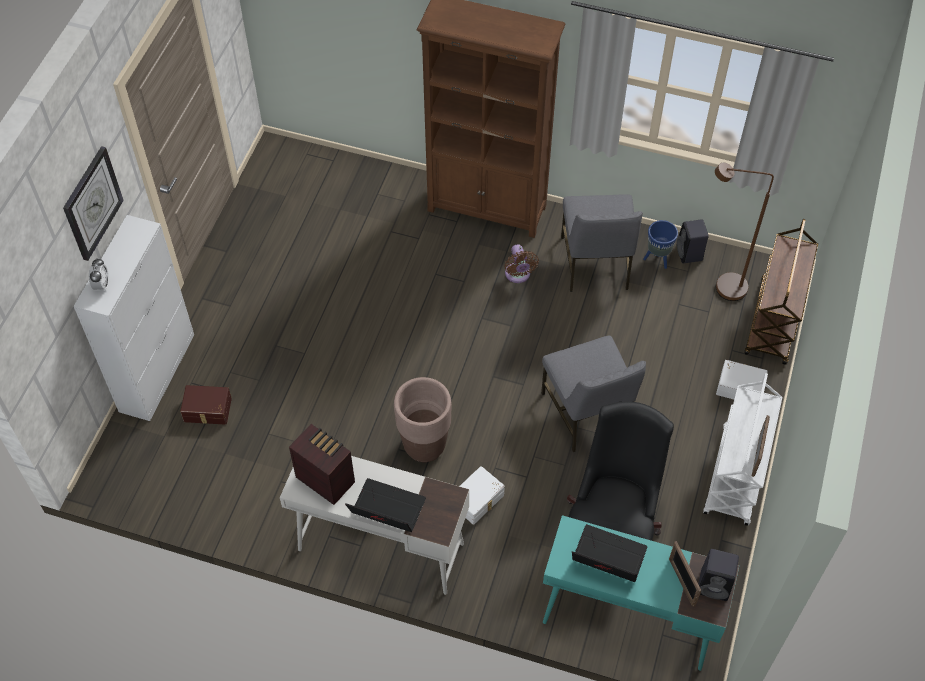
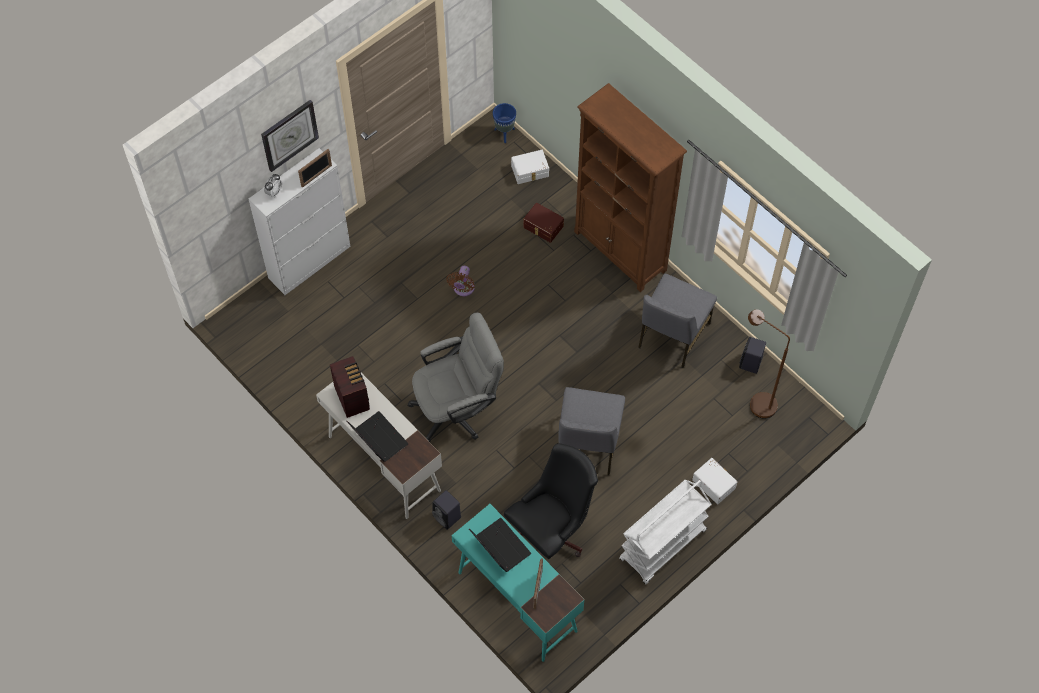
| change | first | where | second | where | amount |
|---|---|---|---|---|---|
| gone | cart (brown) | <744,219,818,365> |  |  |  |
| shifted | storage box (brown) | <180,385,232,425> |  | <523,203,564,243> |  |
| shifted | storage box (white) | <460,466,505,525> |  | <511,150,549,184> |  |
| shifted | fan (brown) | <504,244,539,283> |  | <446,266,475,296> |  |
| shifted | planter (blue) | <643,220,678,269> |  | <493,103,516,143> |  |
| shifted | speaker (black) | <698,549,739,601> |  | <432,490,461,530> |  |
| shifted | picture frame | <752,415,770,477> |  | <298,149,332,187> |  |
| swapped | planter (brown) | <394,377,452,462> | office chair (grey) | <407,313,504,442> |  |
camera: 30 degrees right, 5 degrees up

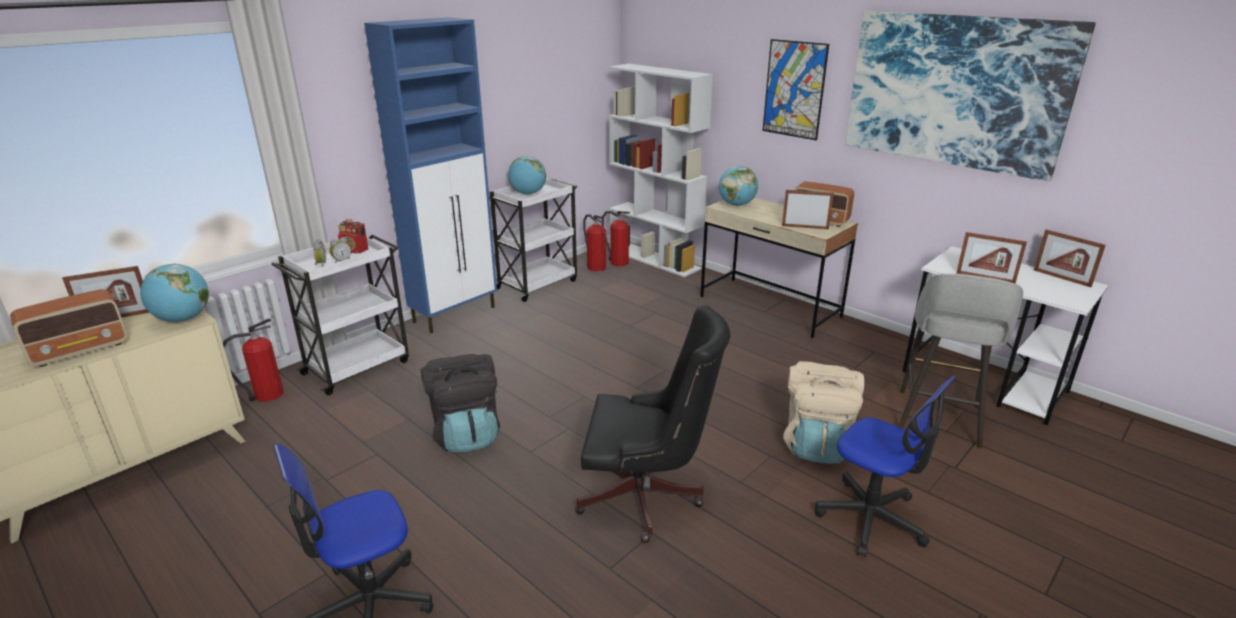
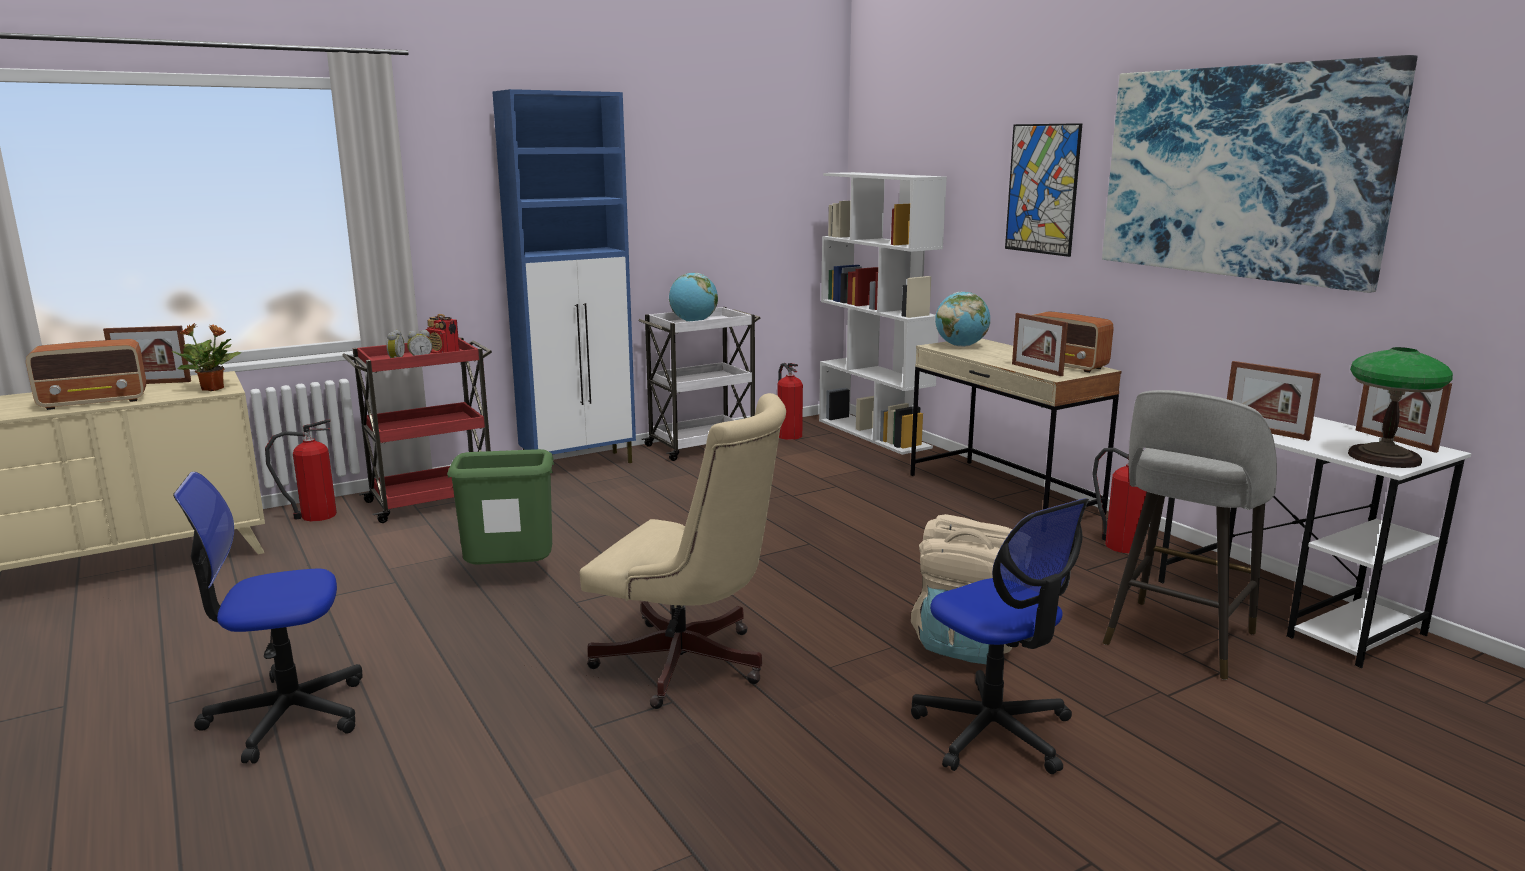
| change | first | where | second | where | amount |
|---|---|---|---|---|---|
| new |  |  | table lamp | <1348,347,1453,468> |  |
| shifted | fire extinguisher | <601,211,630,266> |  | <1092,448,1147,553> |  |
| swapped | globe | <140,264,209,322> | potted plant | <171,323,241,391> |  |
| swapped | backpack (black) | <421,354,500,453> | trash can (green) | <447,449,554,564> |  |
| repainted | cart (white) | <271,235,409,395> | cart (red) | <342,337,492,523> |  |
| repainted | office chair (black) | <575,305,730,543> | office chair (beige) | <580,393,786,709> |  |
| rotated | picture frame | <782,190,834,229> |  | <1012,313,1068,376> | 150 degrees counterclockwise |
camera: 15 degrees right, 10 degrees down

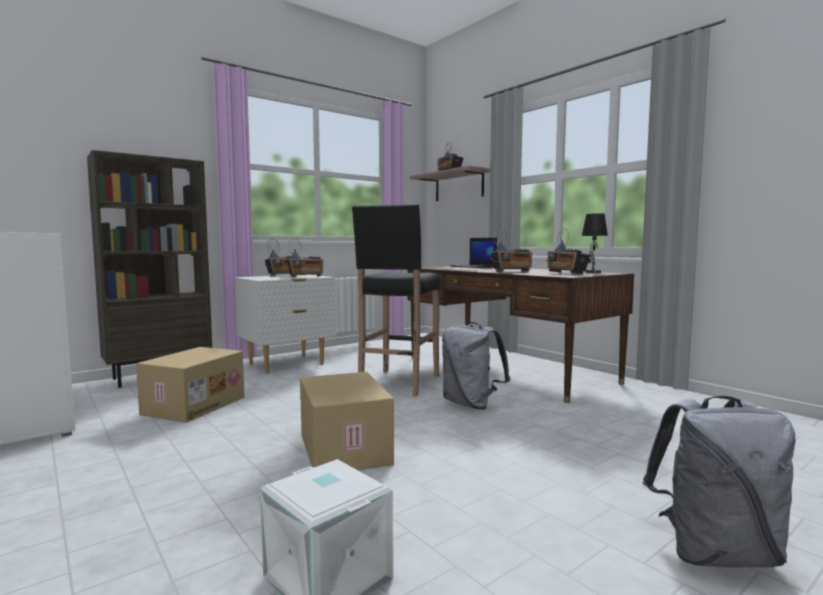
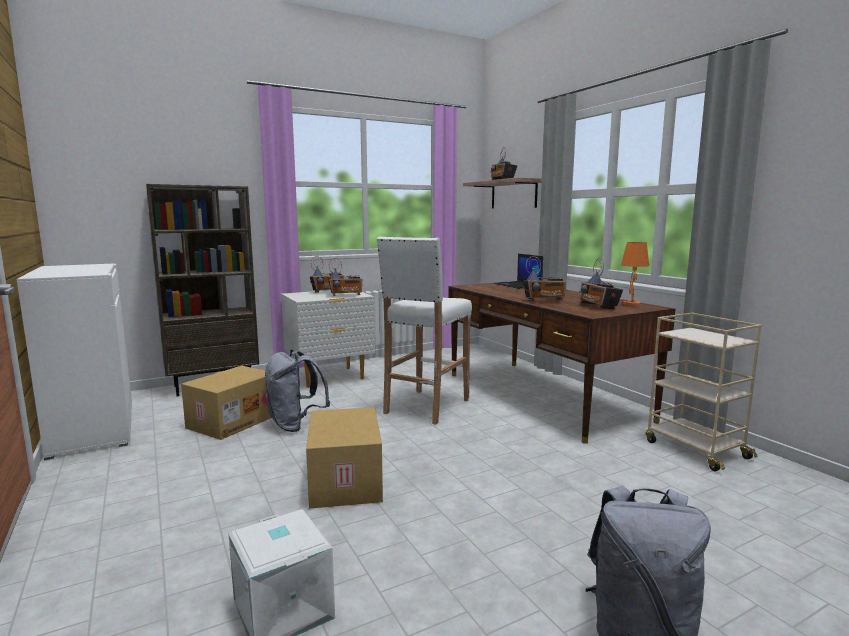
| change | first | where | second | where | amount |
|---|---|---|---|---|---|
| new |  |  | cart (beige) | <645,313,762,471> |  |
| shifted | backpack (grey) | <442,322,510,410> |  | <265,350,330,432> |  |
| repainted | stool (black) | <352,204,441,396> | stool (white) | <376,237,472,425> |  |
| repainted | table lamp (black) | <582,213,608,273> | table lamp (orange) | <621,242,649,306> |  |
camera: 10 degrees right, 5 degrees up

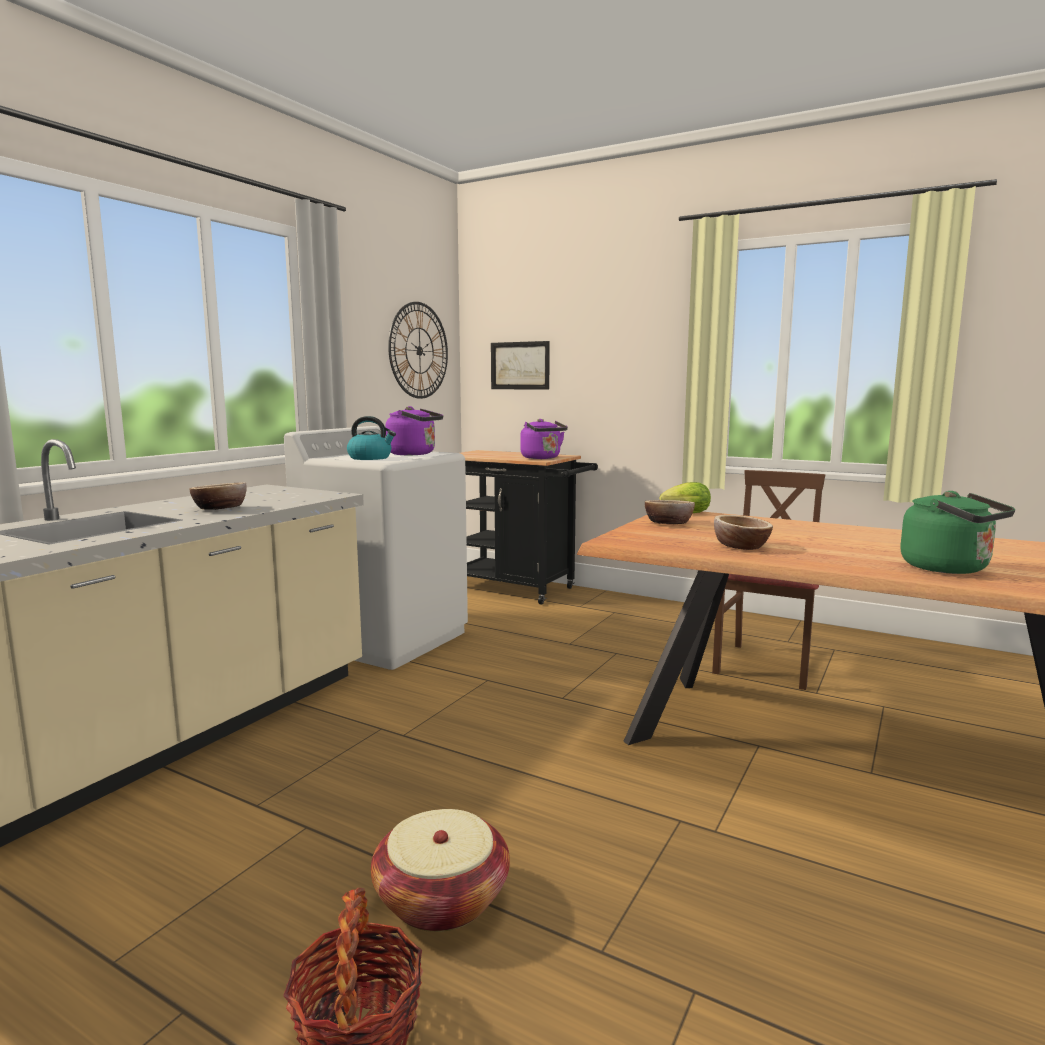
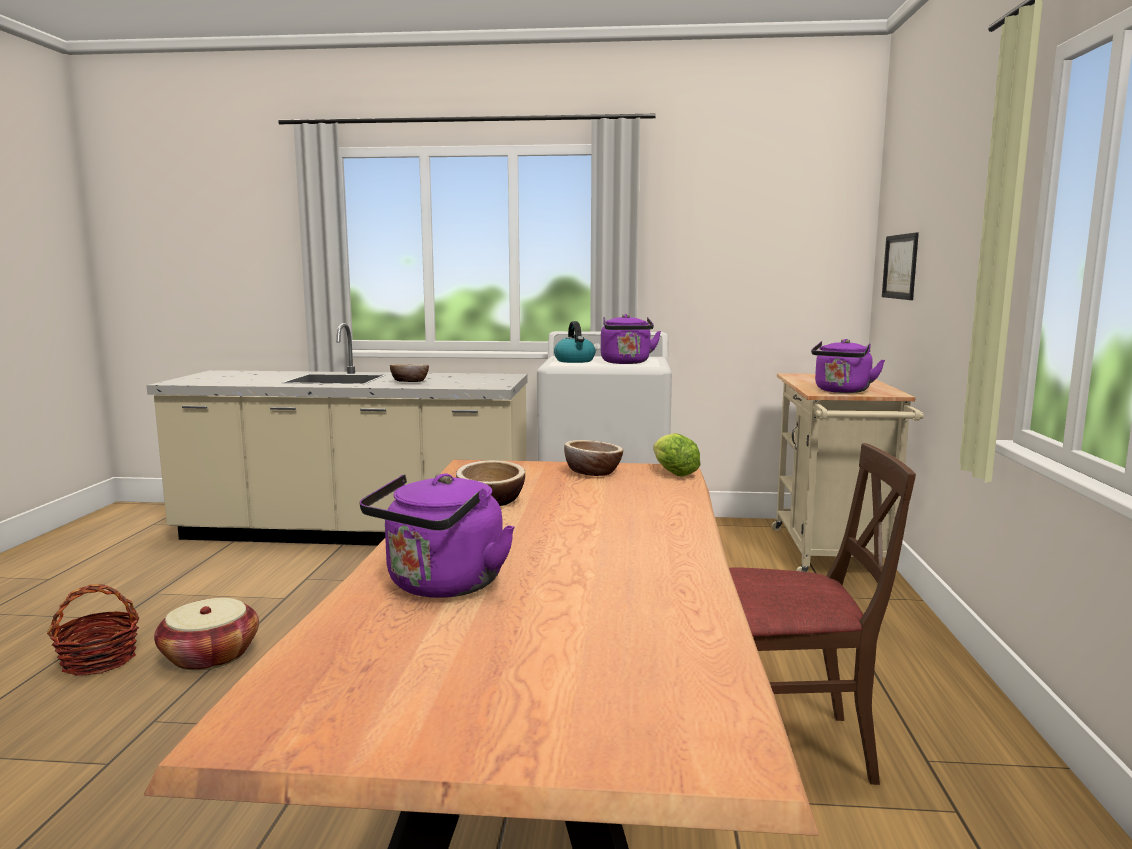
| change | first | where | second | where | amount |
|---|---|---|---|---|---|
| gone | wall clock | <388,302,448,399> |  |  |  |
| repainted | cart (black) | <460,450,598,605> | cart (beige) | <772,373,924,572> |  |
| repainted | kettle (green) | <900,491,1015,574> | kettle (purple) | <360,473,515,598> |  |
camera: 65 degrees right, 0 degrees up

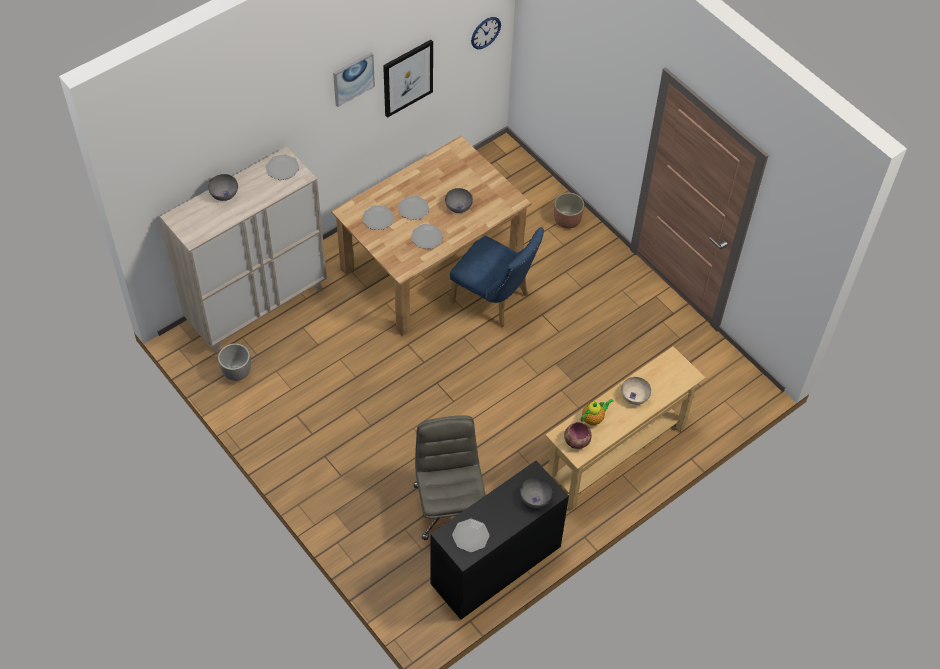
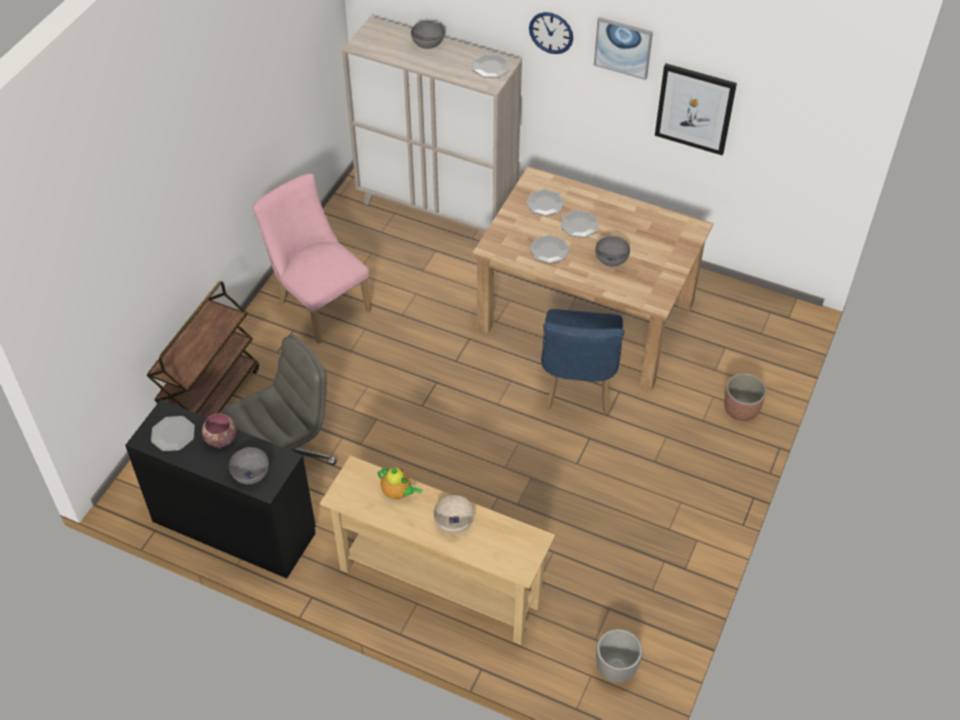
| change | first | where | second | where | amount |
|---|---|---|---|---|---|
| new |  |  | cart (brown) | <146,281,259,418> |  |
| new |  |  | chair (pink) | <253,174,371,344> |  |
| shifted | planter | <218,343,251,381> |  | <596,629,642,683> |  |
| shifted | wall clock | <471,17,501,49> |  | <529,12,573,54> |  |
| shifted | bowl | <564,422,592,449> |  | <202,413,237,449> |  |
camera: 65 degrees right, 5 degrees down

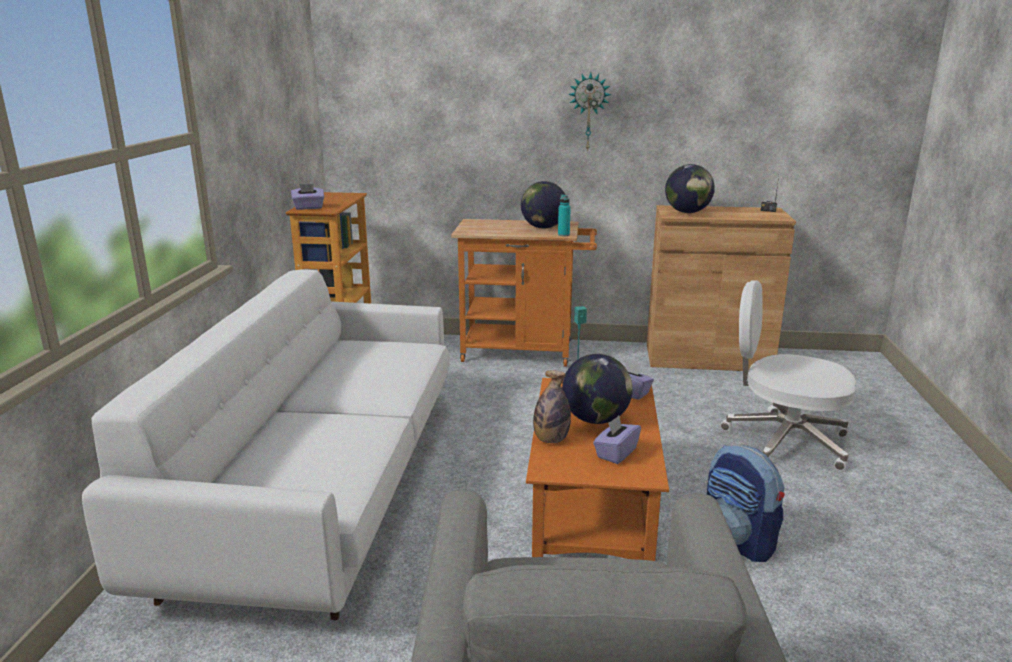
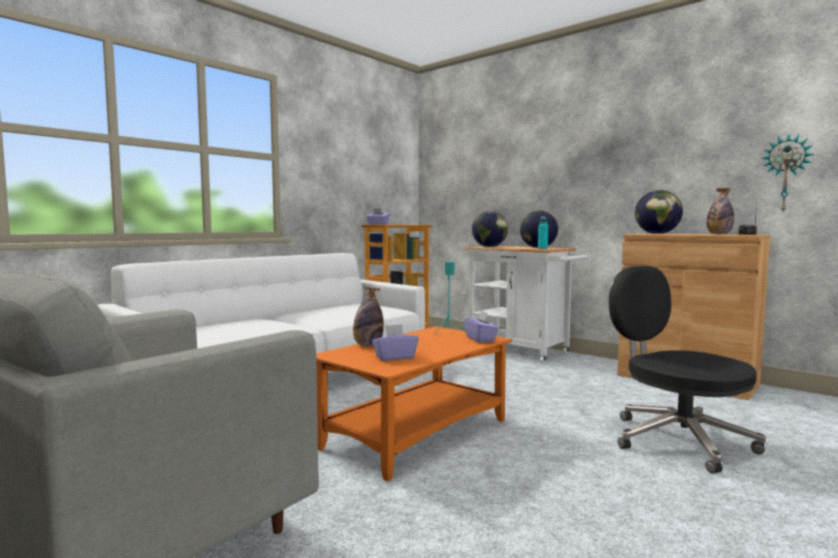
| change | first | where | second | where | amount |
|---|---|---|---|---|---|
| gone | backpack | <707,445,785,562> |  |  |  |
| new |  |  | bottle | <707,188,734,234> |  |
| shifted | globe | <562,354,633,424> |  | <472,211,508,247> |  |
| shifted | wall clock | <568,72,611,152> |  | <763,134,814,212> |  |
| repainted | cart (orange) | <451,219,597,367> | cart (white) | <464,246,590,363> |  |
| repainted | office chair (white) | <720,280,856,470> | office chair (black) | <609,266,766,474> |  |
camera: 35 degrees right, 15 degrees down

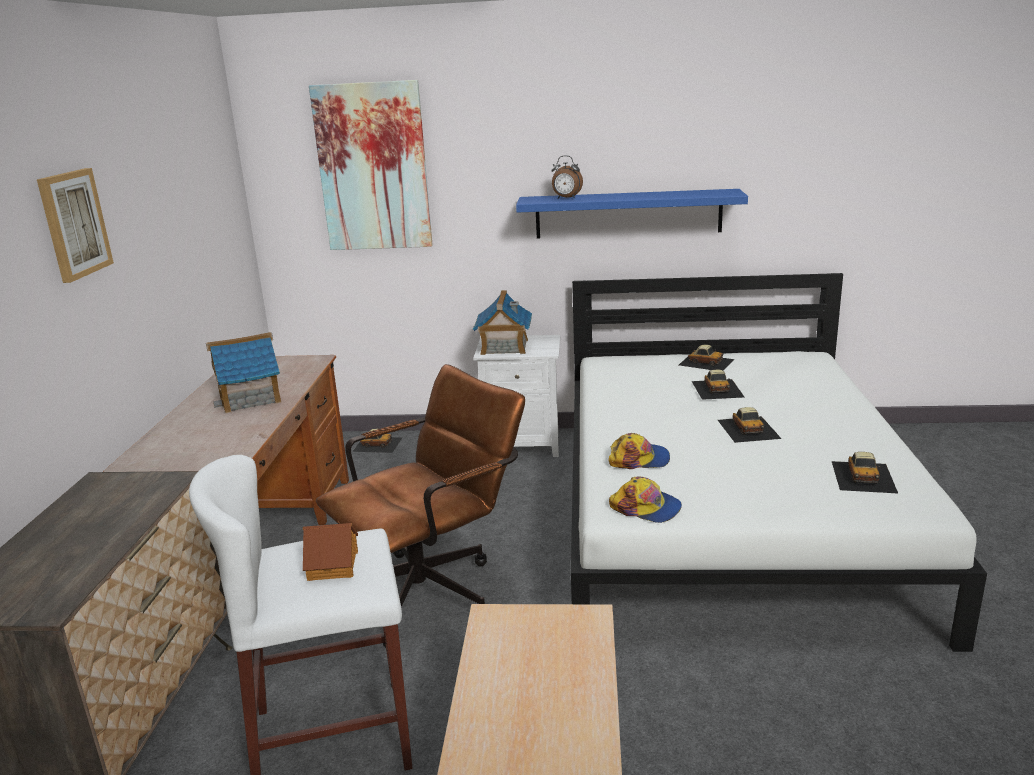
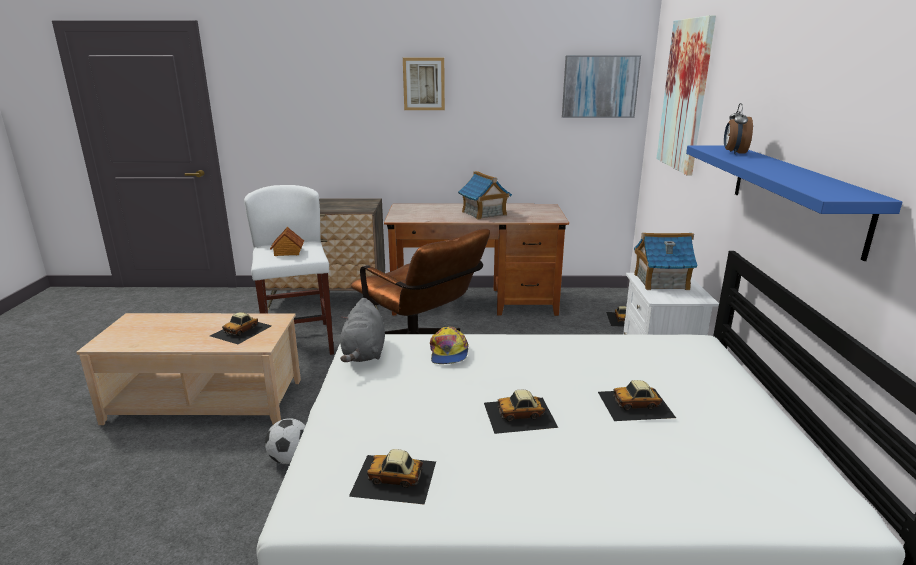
| change | first | where | second | where | amount |
|---|---|---|---|---|---|
| new |  |  | football | <265,418,306,464> |  |
| new |  |  | picture | <562,55,641,118> |  |
| shifted | toy car | <679,345,735,371> |  | <210,312,272,344> |  |
| swapped | cap | <609,477,682,523> | plush toy (grey) | <340,298,385,362> |  |
camera: 85 degrees right, 0 degrees up

